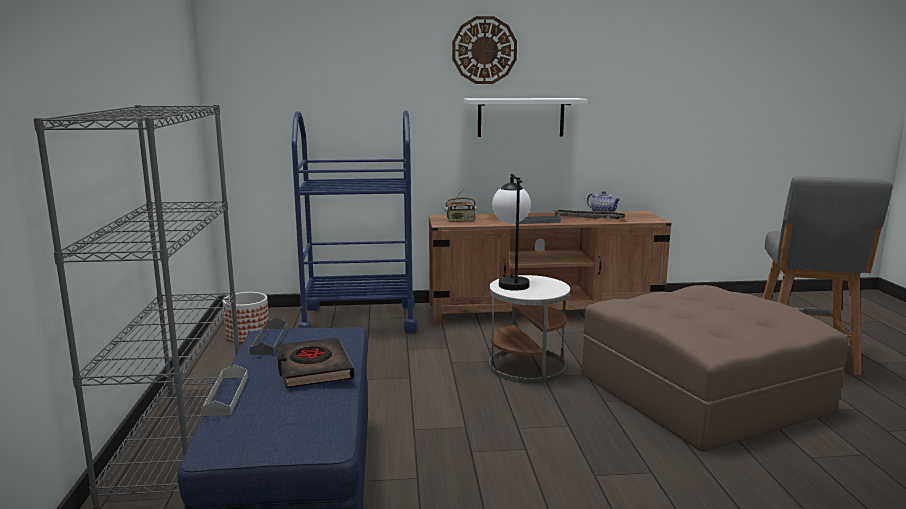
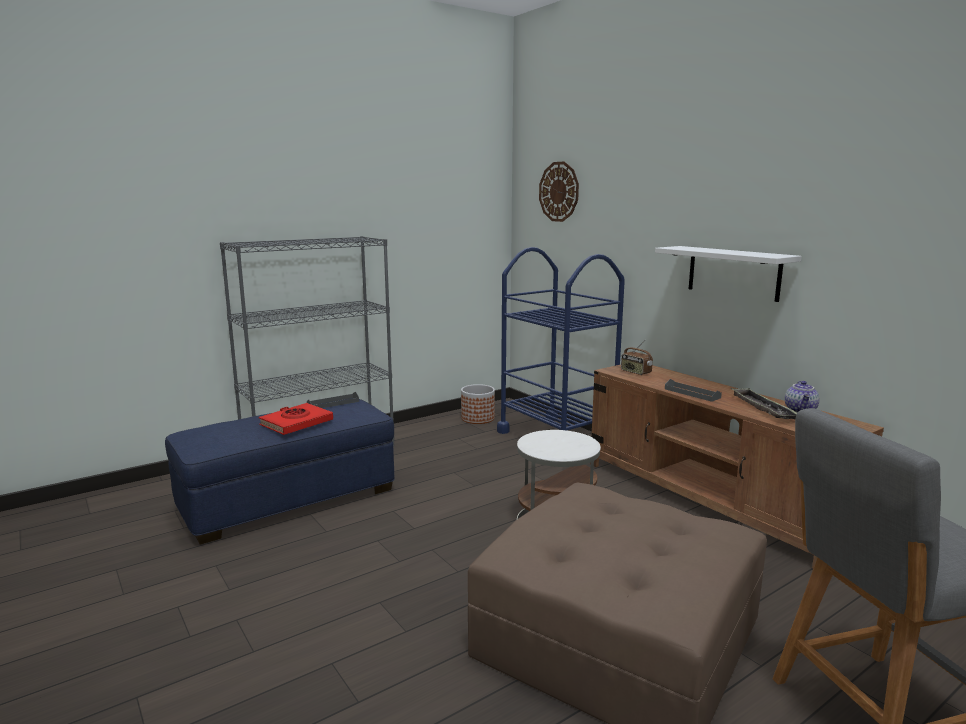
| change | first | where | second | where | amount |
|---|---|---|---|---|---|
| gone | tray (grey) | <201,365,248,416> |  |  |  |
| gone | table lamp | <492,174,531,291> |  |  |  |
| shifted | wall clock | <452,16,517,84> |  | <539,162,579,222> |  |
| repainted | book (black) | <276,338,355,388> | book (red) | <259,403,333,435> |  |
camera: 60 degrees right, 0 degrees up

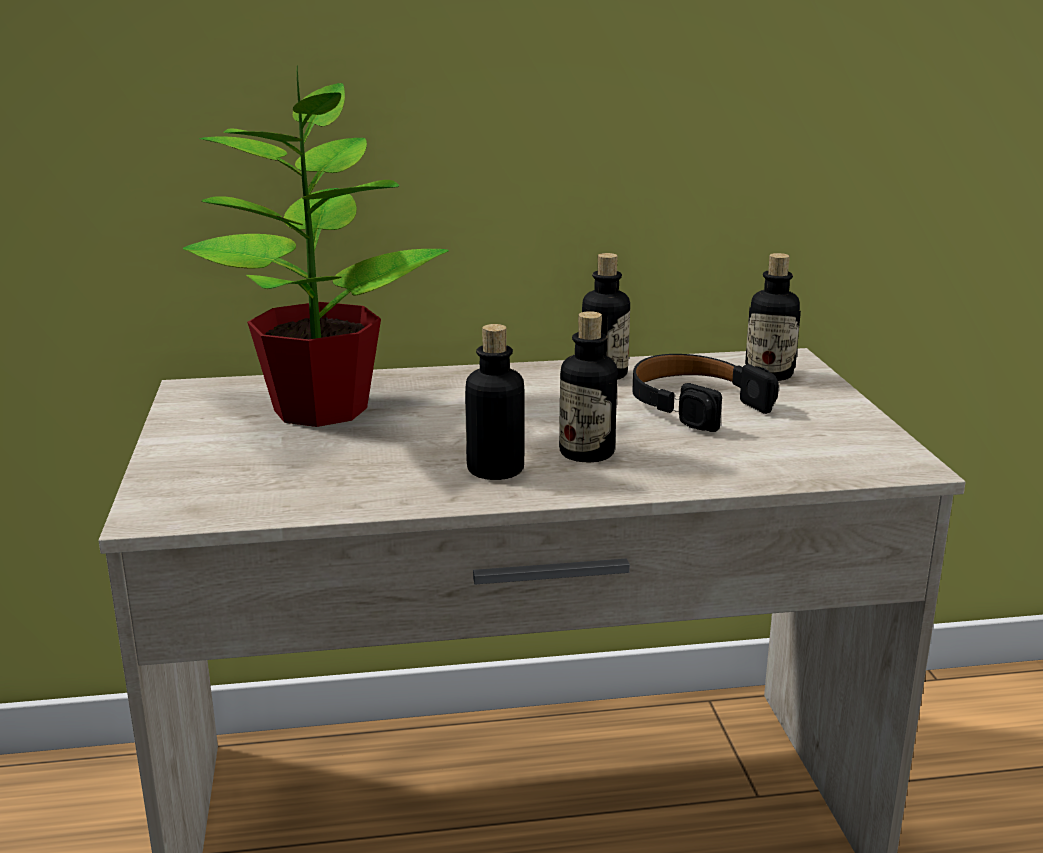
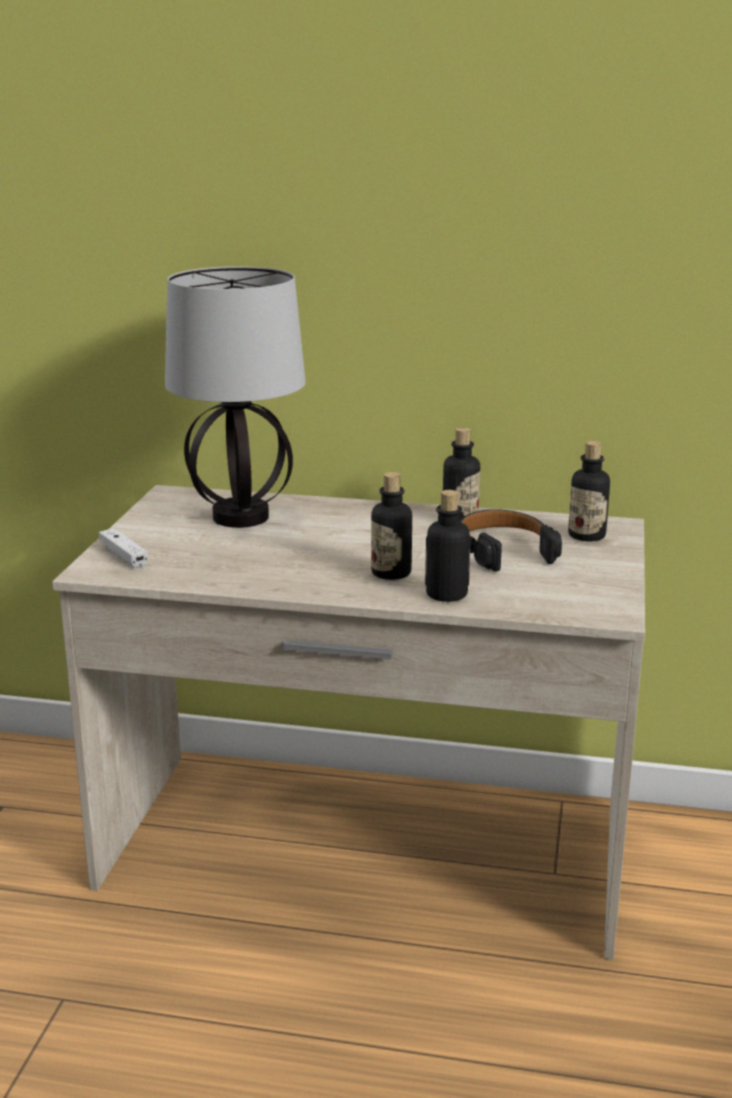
| change | first | where | second | where | amount |
|---|---|---|---|---|---|
| new |  |  | game controller (white) | <99,528,148,568> |  |
| shifted | bottle | <465,324,524,480> |  | <425,490,471,602> |  |
| swapped | potted plant | <183,66,449,427> | table lamp | <165,266,306,528> |  |
camera: 20 degrees right, 0 degrees up

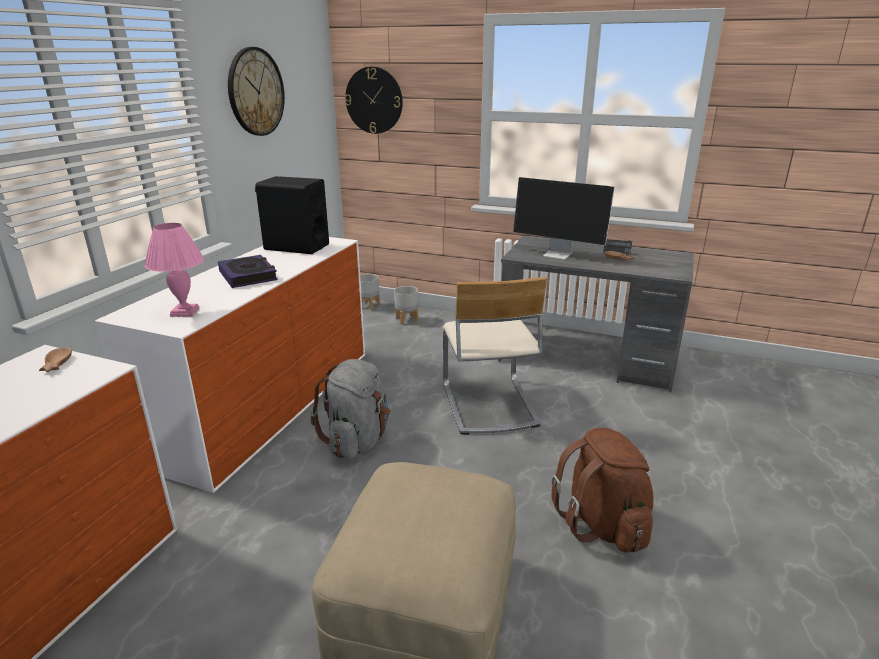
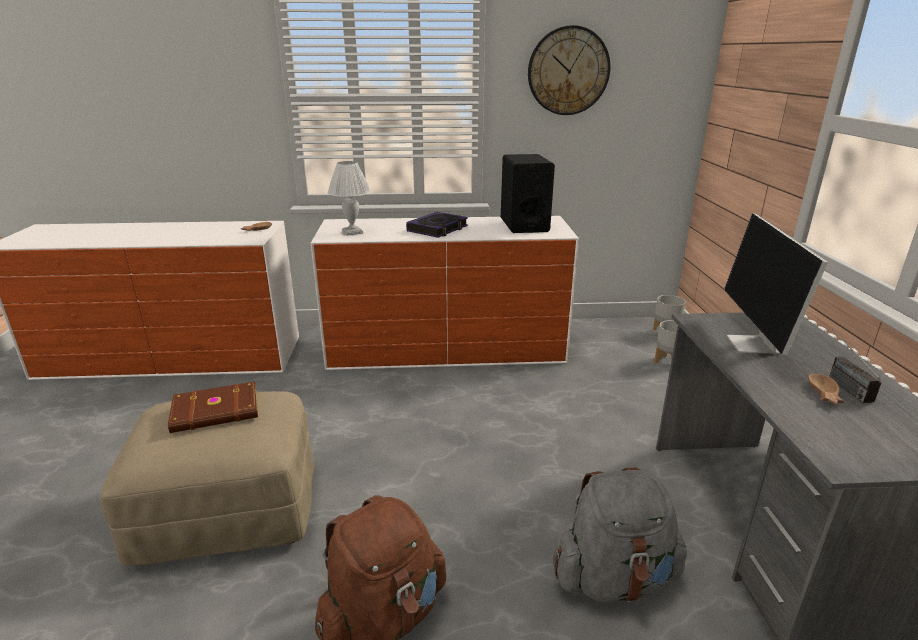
| change | first | where | second | where | amount |
|---|---|---|---|---|---|
| gone | wall clock | <345,67,403,134> |  |  |  |
| gone | chair (beige) | <443,277,547,434> |  |  |  |
| new |  |  | book (brown) | <168,381,258,433> |  |
| shifted | backpack (grey) | <310,359,391,459> |  | <553,468,687,603> |  |
| repainted | table lamp (pink) | <145,223,204,317> | table lamp (white) | <328,161,371,236> |  |
camera: 65 degrees right, 0 degrees up

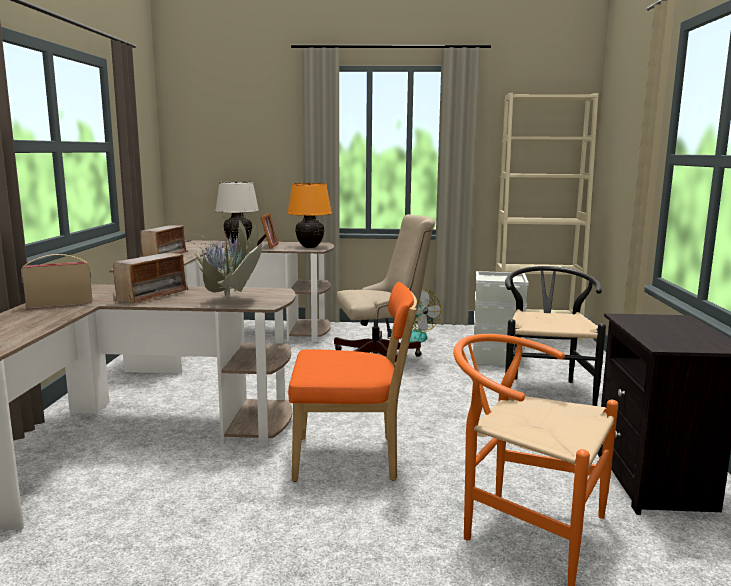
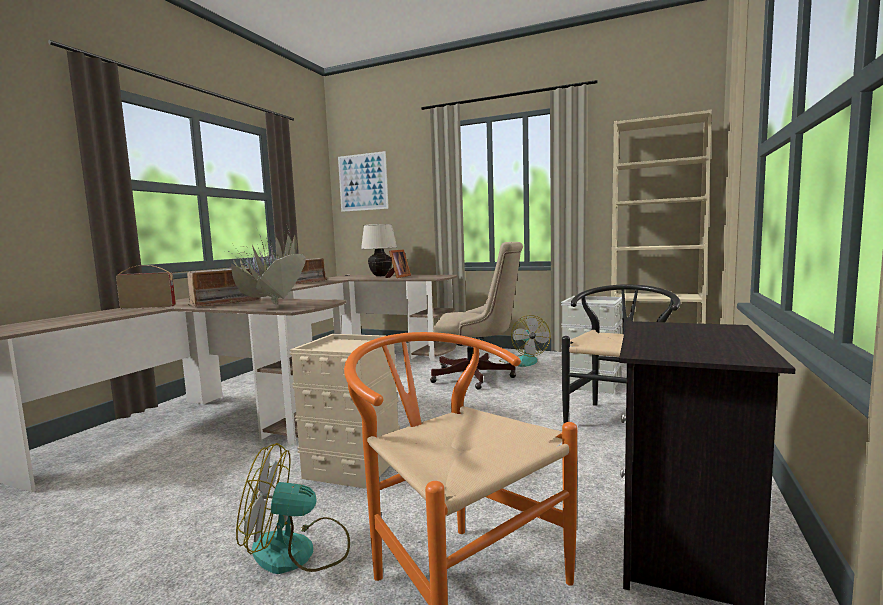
| change | first | where | second | where | amount |
|---|---|---|---|---|---|
| gone | table lamp (orange) | <287,183,332,248> |  |  |  |
| new |  |  | fan | <236,443,350,574> |  |
| new |  |  | picture | <338,151,389,212> |  |
| swapped | chair (orange) | <288,282,417,482> | storage box (beige) | <289,334,400,489> |  |
camera: 20 degrees right, 5 degrees down

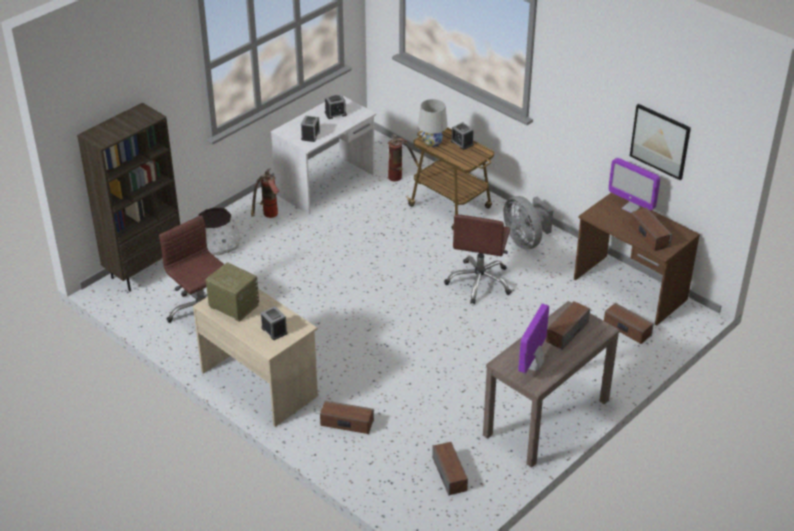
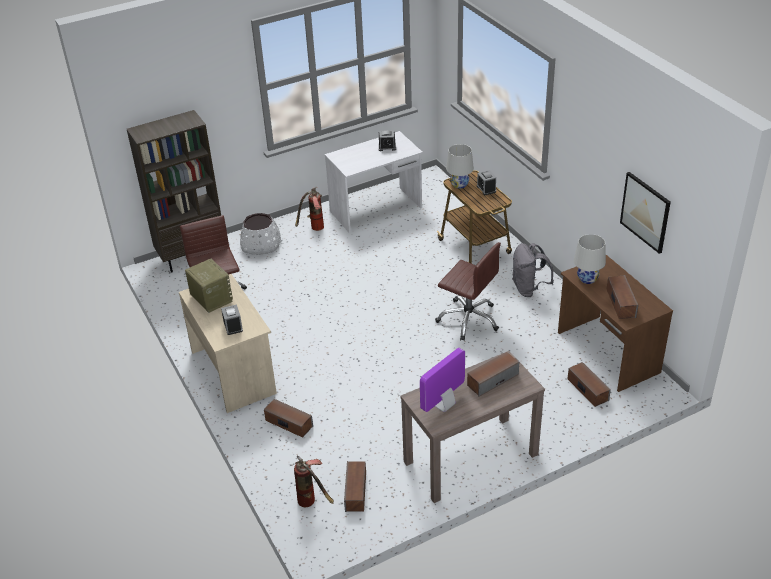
| change | first | where | second | where | amount |
|---|---|---|---|---|---|
| gone | alarm clock | <301,115,320,142> |  |  |  |
| gone | monitor | <608,158,660,213> |  |  |  |
| new |  |  | table lamp (white) | <574,234,606,284> |  |
| shifted | fire extinguisher | <388,134,422,181> |  | <294,455,334,507> |  |
| swapped | fan (grey) | <503,196,553,249> | backpack (grey) | <512,243,554,297> |  |
| rotated | office chair (brown) | <444,215,512,304> |  | <435,242,501,341> | 90 degrees counterclockwise |
camera: 20 degrees right, 0 degrees up

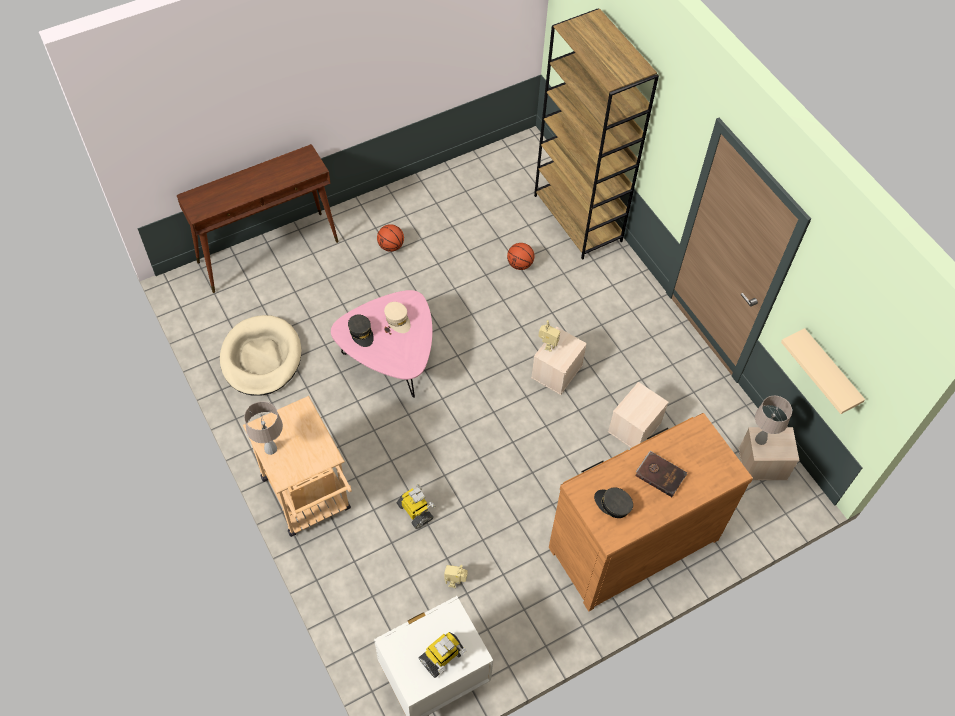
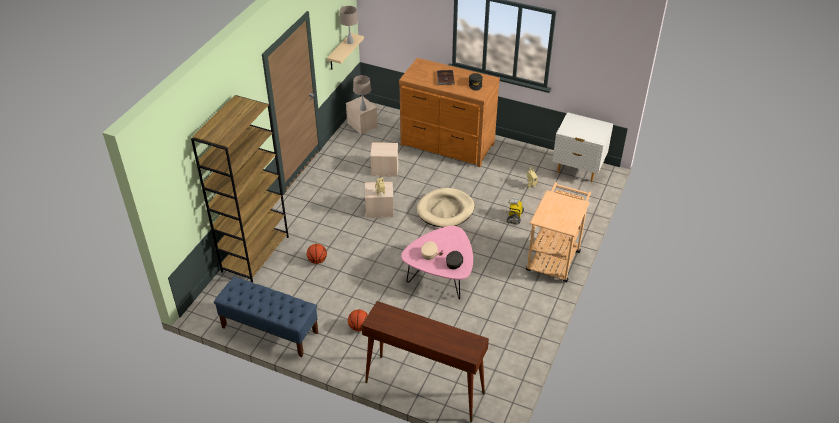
| change | first | where | second | where | amount |
|---|---|---|---|---|---|
| gone | toy robot | <419,632,467,678> |  |  |  |
| new |  |  | bench (blue) | <214,276,318,357> |  |
| shifted | dog bed (beige) | <220,315,301,396> |  | <416,188,474,228> |  |
| shifted | table lamp (beige) | <244,401,283,455> |  | <339,6,358,44> |  |
camera: 125 degrees left, 15 degrees down

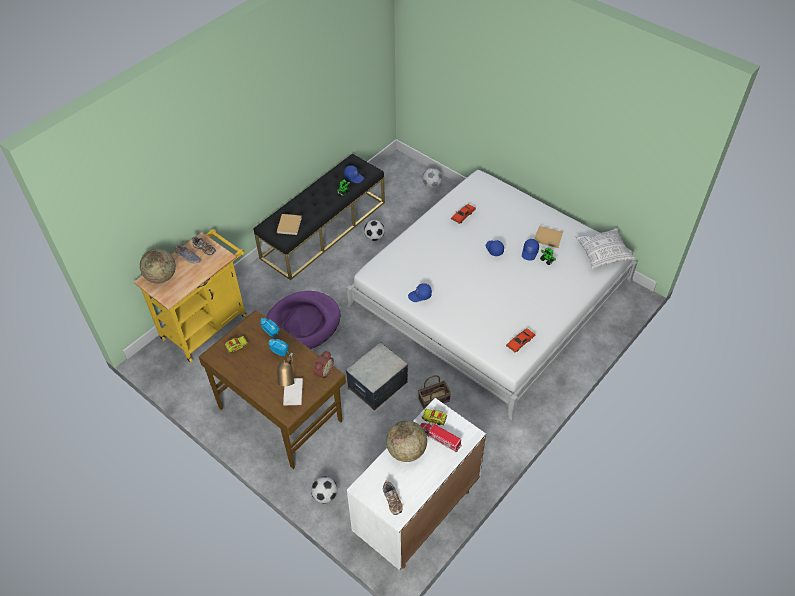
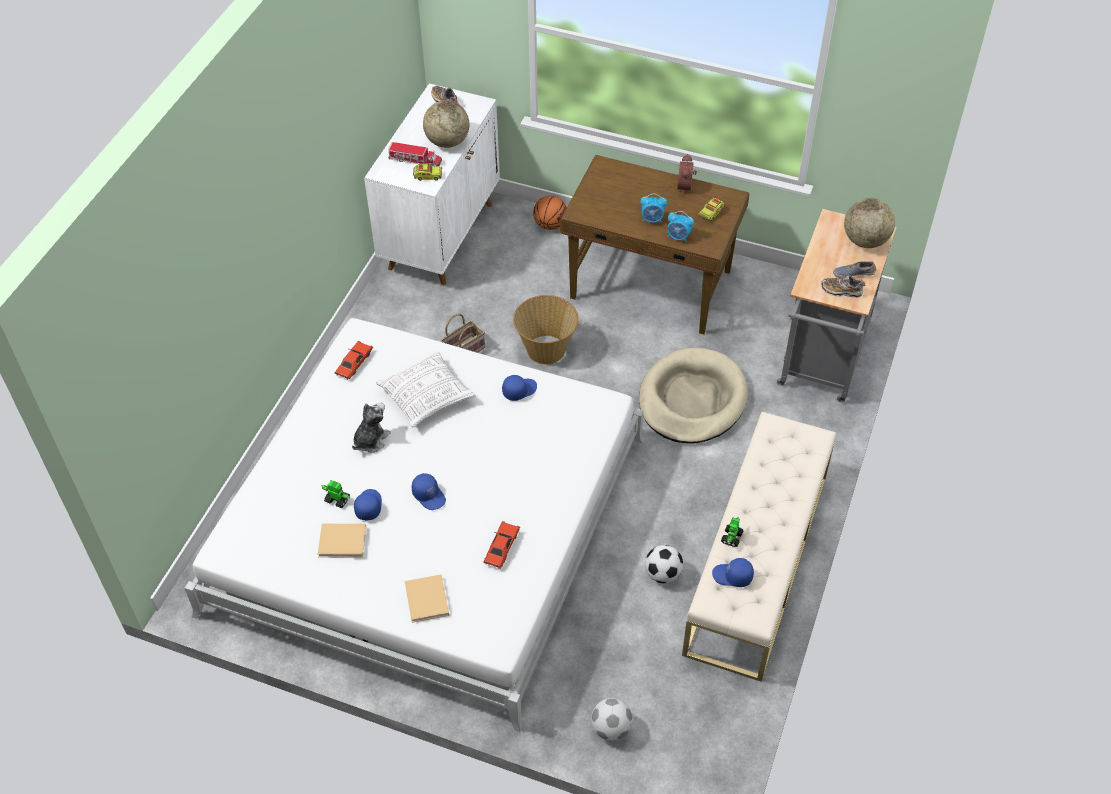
| change | first | where | second | where | amount |
|---|---|---|---|---|---|
| gone | table lamp | <277,353,303,406> |  |  |  |
| new |  |  | plush toy | <352,402,391,453> |  |
| shifted | book (beige) | <277,214,302,235> |  | <405,574,449,623> |  |
| shifted | alarm clock | <313,351,334,379> |  | <677,154,697,194> |  |
| shifted | pillow | <575,228,635,269> |  | <376,351,475,427> |  |
| swapped | football | <311,476,337,504> | basketball | <533,196,567,230> |  |
| swapped | storage box | <346,342,408,410> | basket | <513,295,579,364> |  |
| repainted | cart (yellow) | <134,229,247,363> | cart (grey) | <777,209,896,402> |  |
| repainted | bench (black) | <254,154,385,280> | bench (beige) | <682,412,836,682> |  |
| repainted | dog bed (purple) | <266,291,340,349> | dog bed (beige) | <639,348,748,444> |  |
camera: 160 degrees right, 0 degrees up

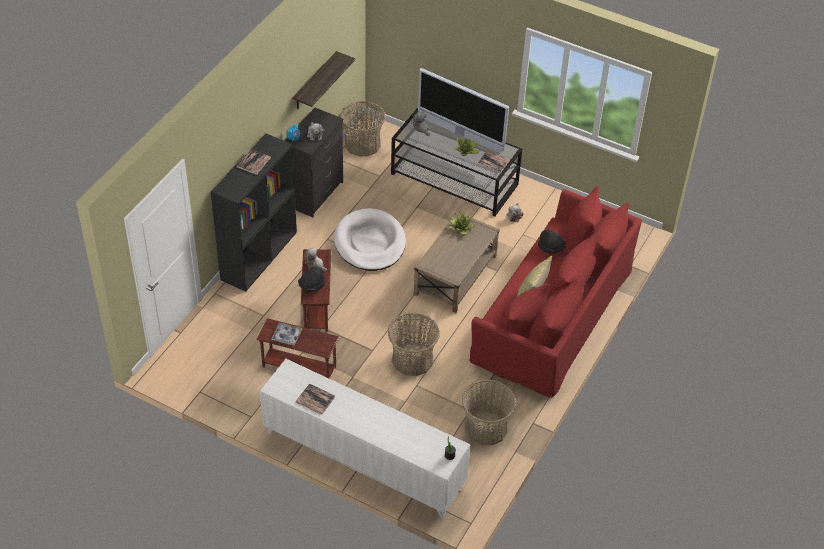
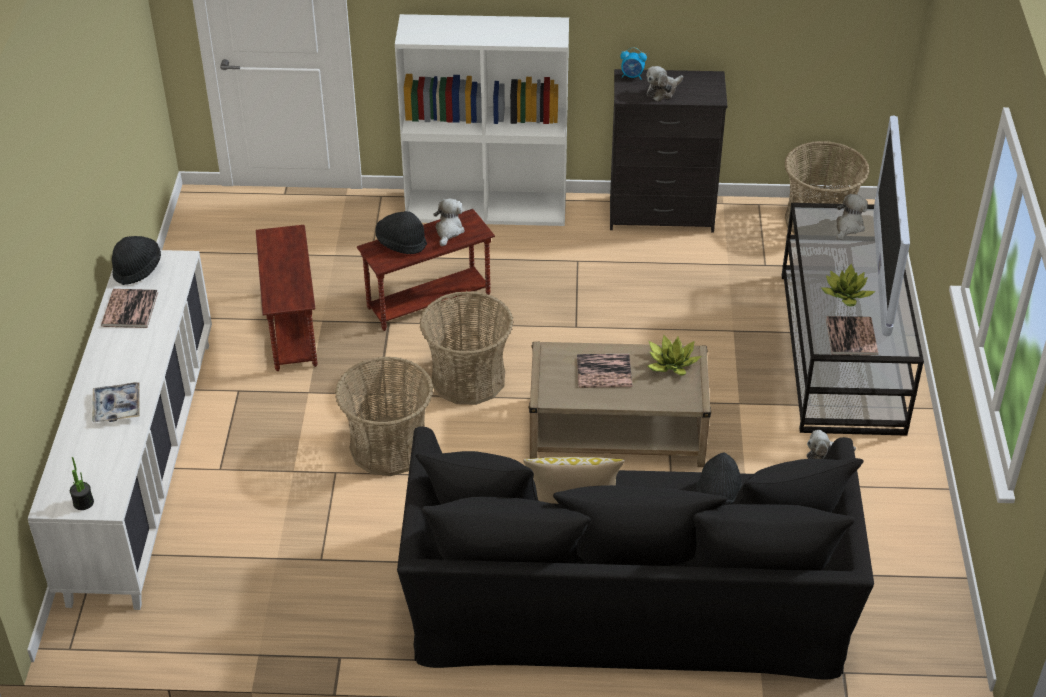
| change | first | where | second | where | amount |
|---|---|---|---|---|---|
| gone | shelf | <292,51,355,109> |  |  |  |
| gone | dog bed (white) | <334,208,406,271> |  |  |  |
| new |  |  | hat (black) | <112,236,161,285> |  |
| shifted | book | <236,149,271,175> |  | <577,354,632,388> |  |
| shifted | tray | <271,322,303,345> |  | <92,382,140,422> |  |
| shifted | basket | <462,380,516,445> |  | <420,291,514,405> |  |
| repainted | bookcase (black) | <211,134,297,292> | bookcase (white) | <395,14,569,226> |  |
| repainted | sofa (red) | <469,186,642,398> | sofa (black) | <397,426,874,680> |  |
camera: 65 degrees right, 5 degrees down

